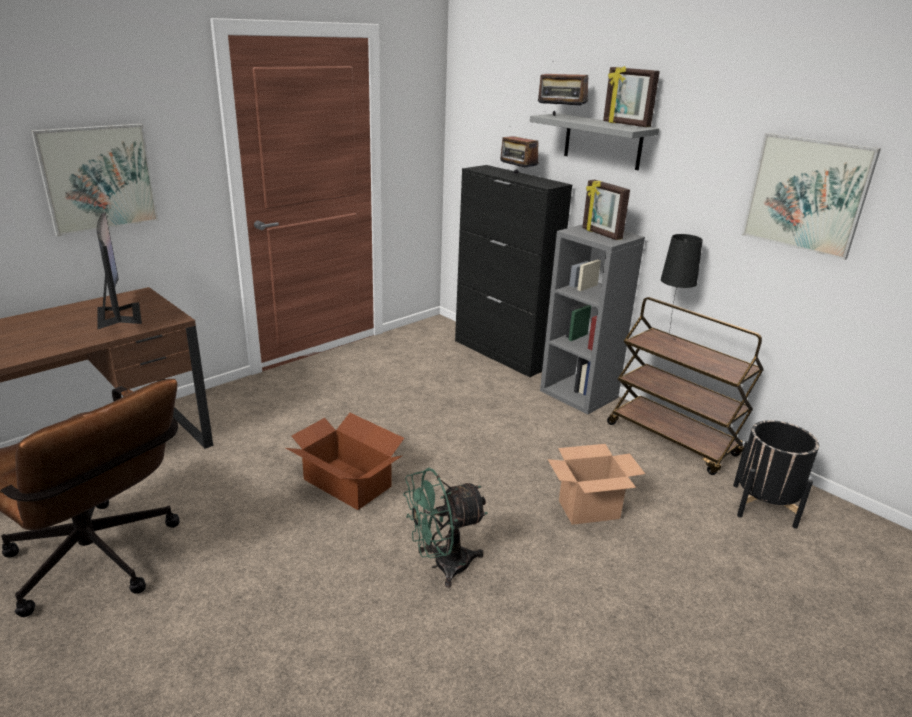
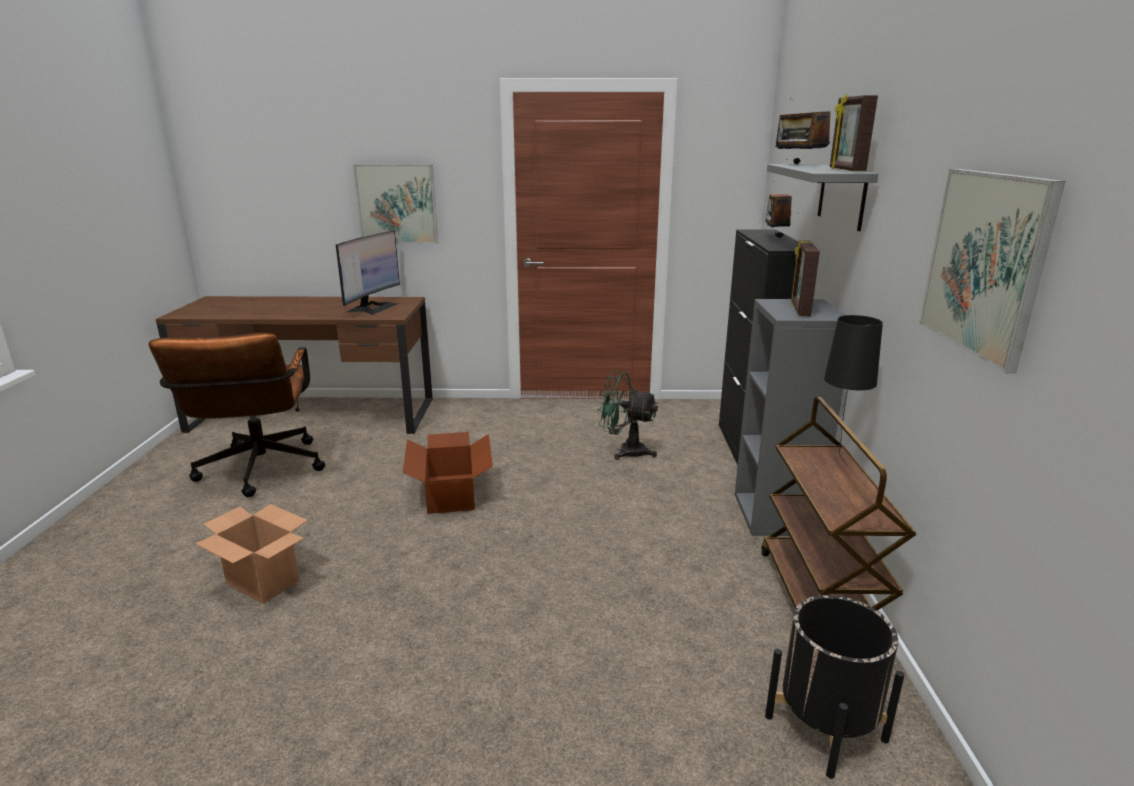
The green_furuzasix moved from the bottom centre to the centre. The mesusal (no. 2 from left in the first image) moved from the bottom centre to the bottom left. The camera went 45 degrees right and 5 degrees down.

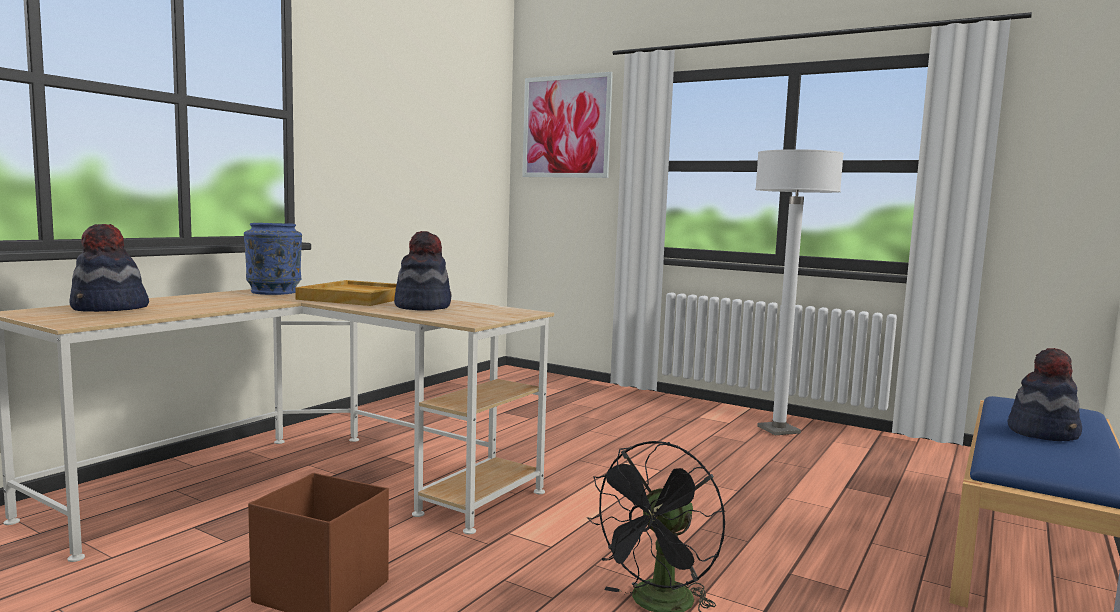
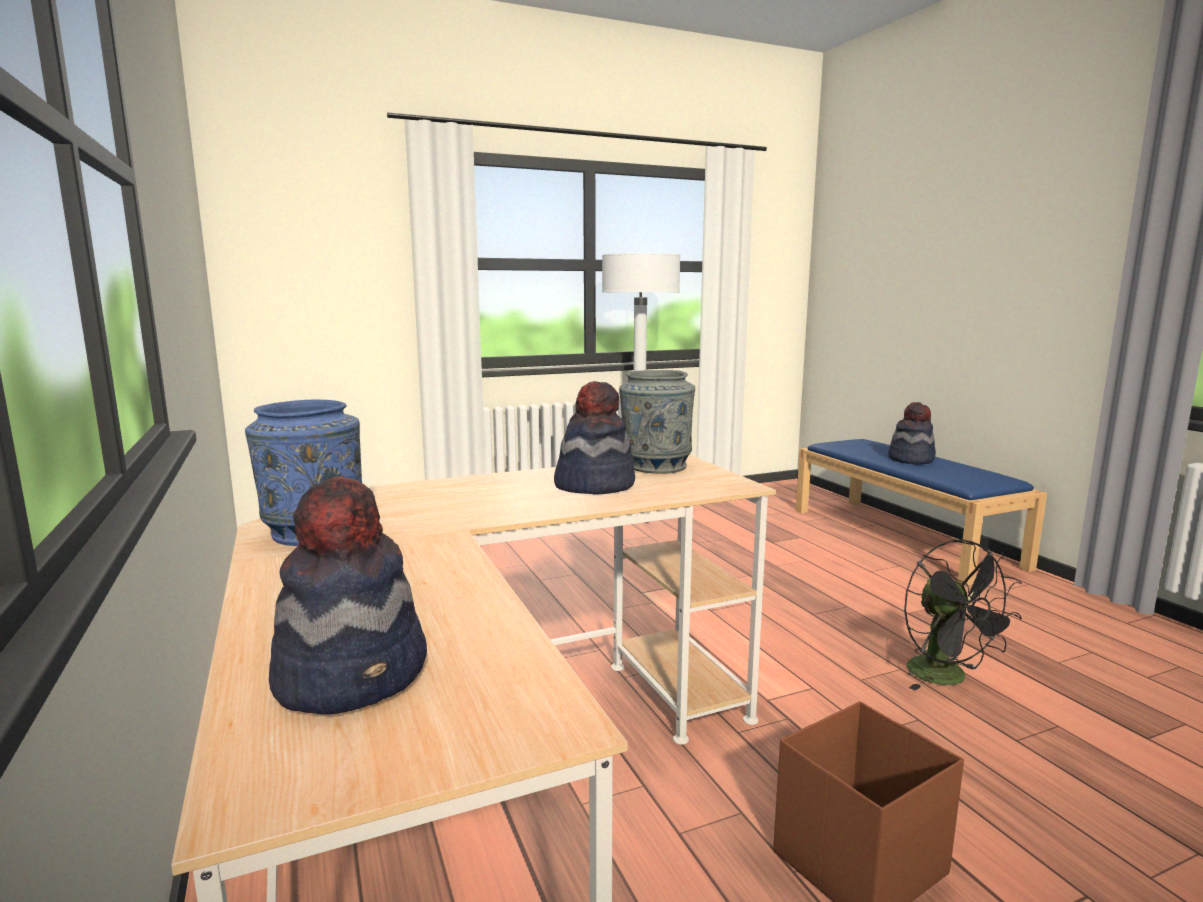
The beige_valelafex at the middle left disappeared. The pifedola at the top centre disappeared. The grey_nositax at the centre appeared. The camera went 55 degrees left and 5 degrees up.

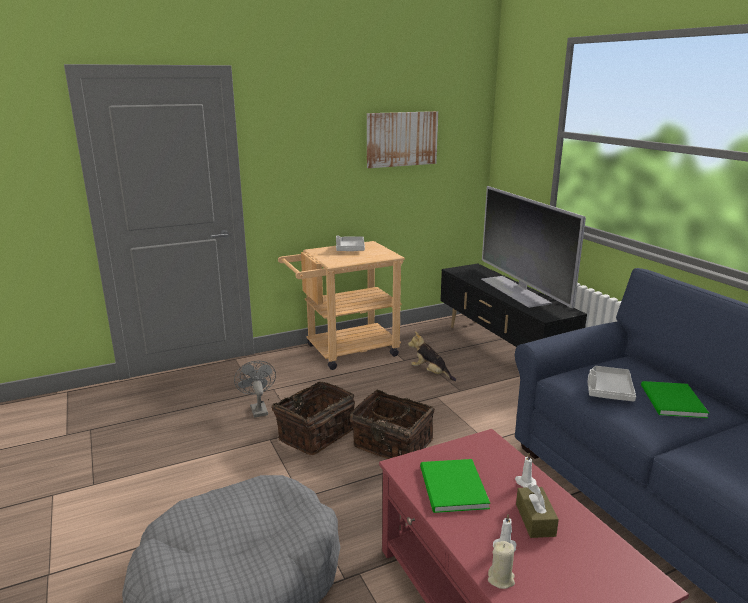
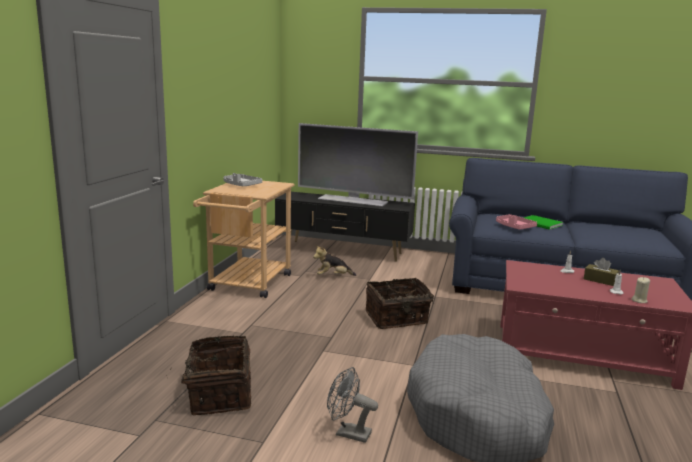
The grey_furuzasix moved from the centre to the bottom centre. The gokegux (no. 1 from left) moved from the bottom centre to the bottom left. The pifedola at the top centre disappeared. The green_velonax (no. 1 from left) at the bottom centre disappeared. The grey_valelafex (no. 2 from left) at the middle right became the pink_valelafex at the middle right. The camera went 50 degrees left and 5 degrees down.

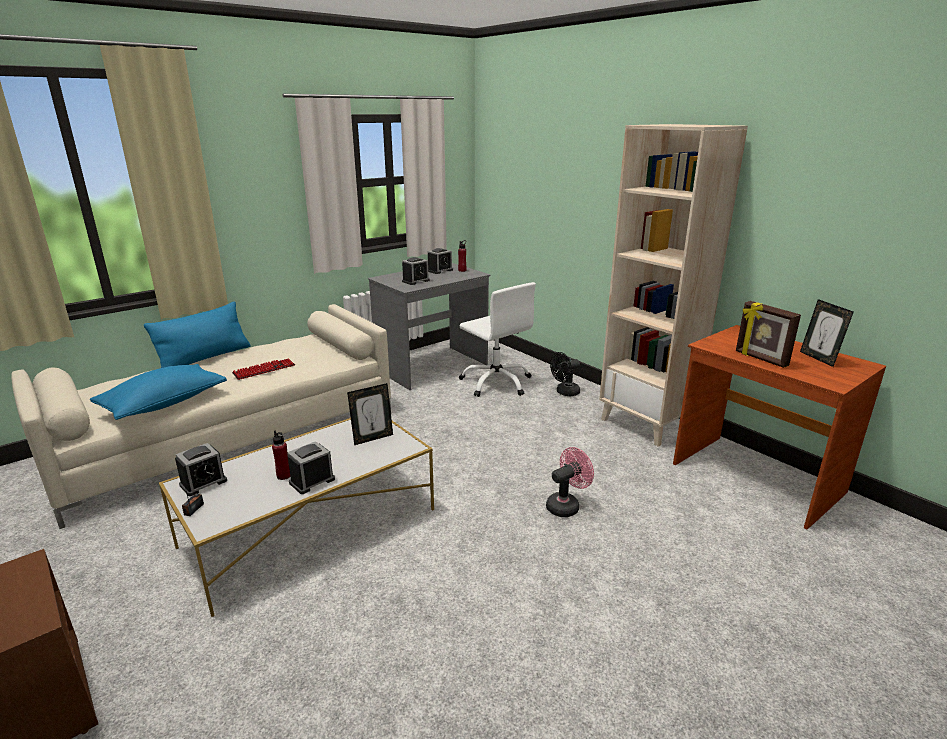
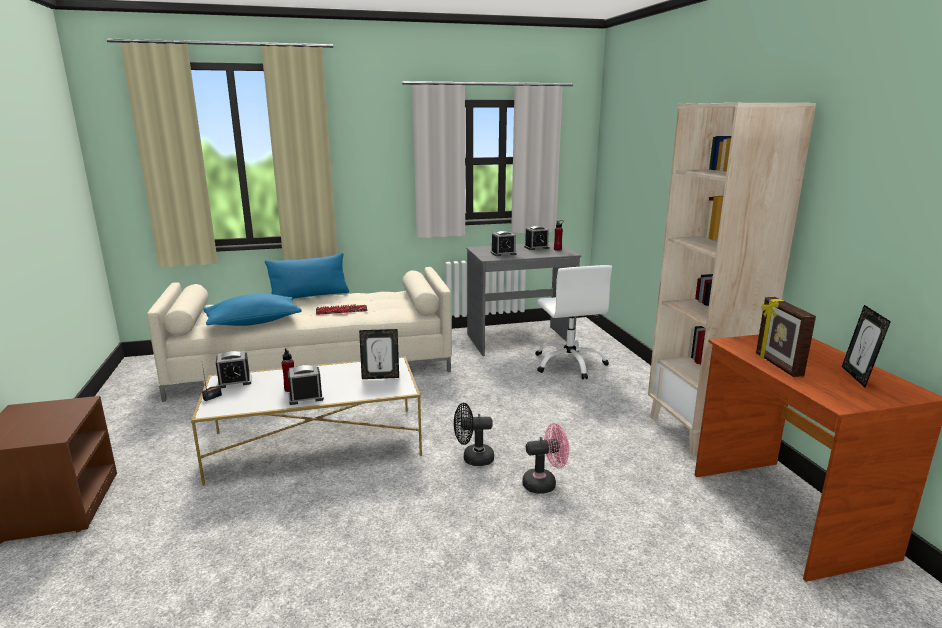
The black_furuzasix moved from the centre to the bottom centre. The camera went 25 degrees right and 5 degrees down.

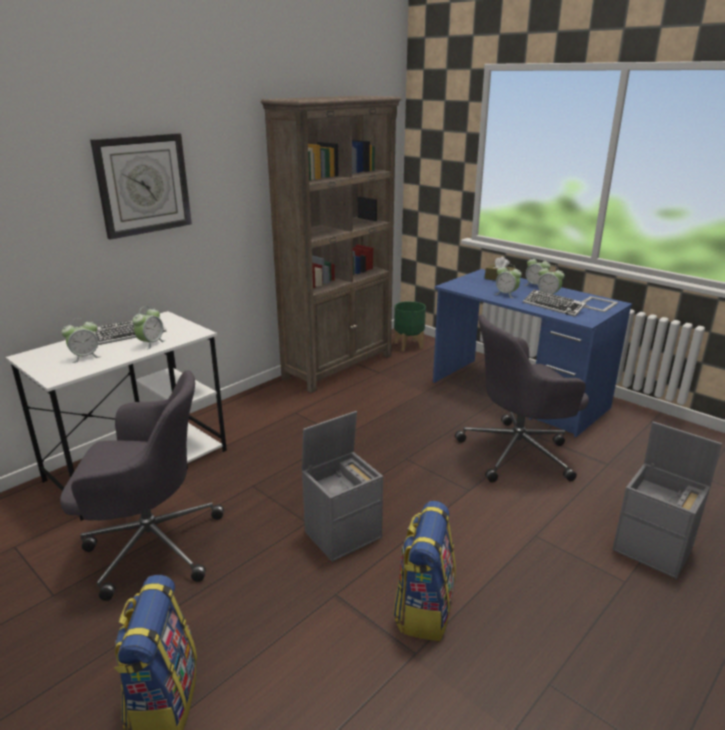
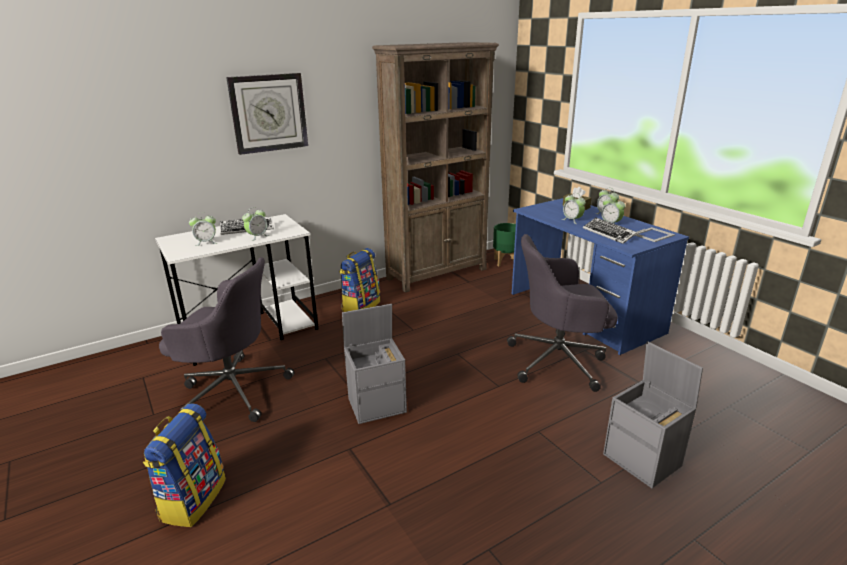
The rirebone (no. 2 from left) moved from the bottom centre to the centre. The camera went 15 degrees right and 0 degrees up.

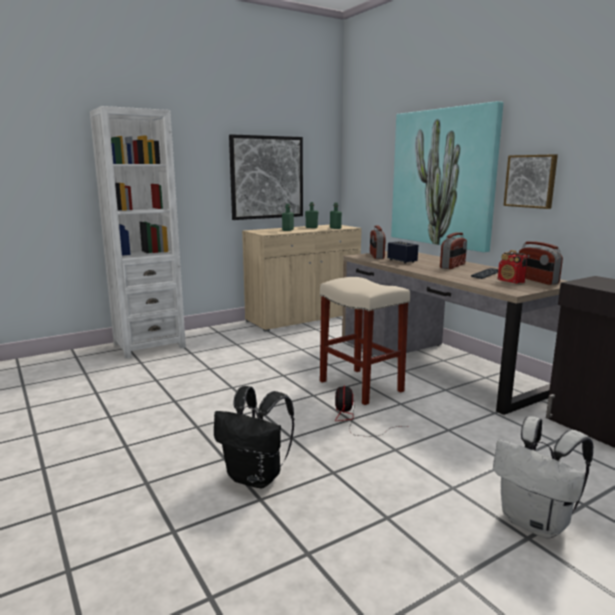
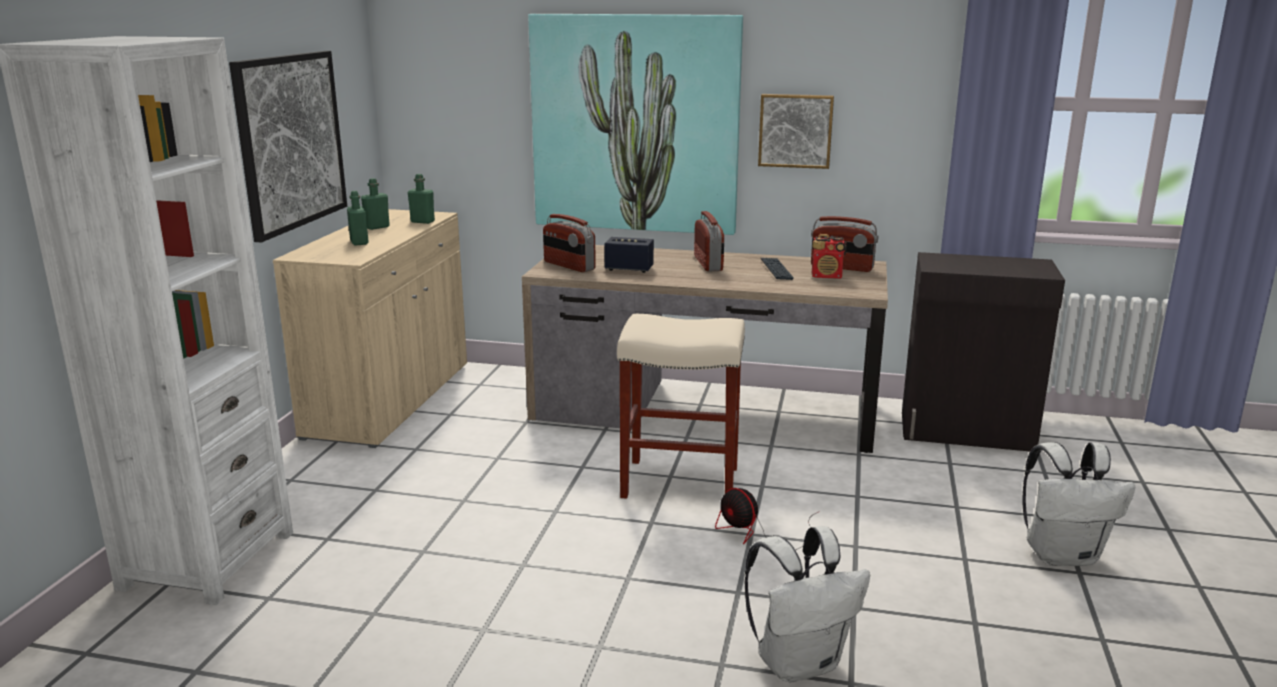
The black_rirebone at the bottom centre became the white_rirebone (no. 1 from left) at the bottom centre. The camera went 45 degrees left and 5 degrees up.

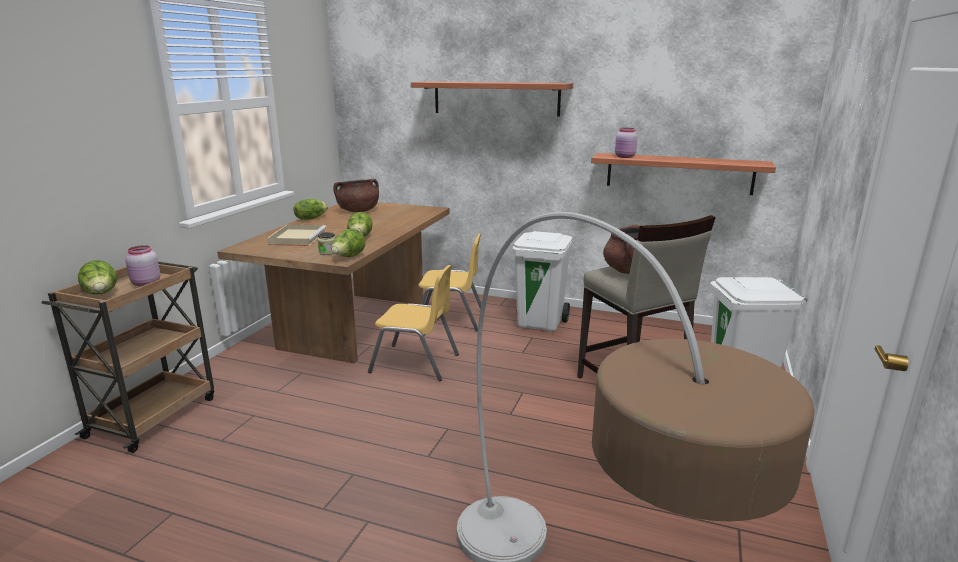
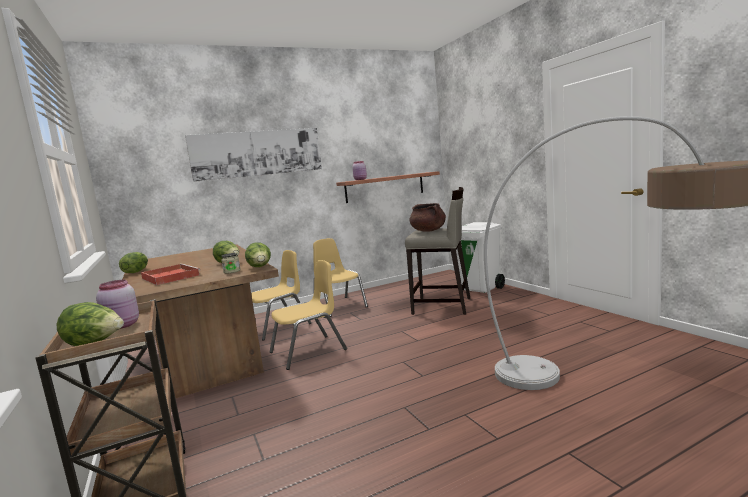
The beige_valelafex at the middle left became the red_valelafex at the middle left. The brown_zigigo (no. 1 from left) at the centre disappeared. The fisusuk (no. 1 from left) at the top centre was replaced by the pifedola at the top centre. The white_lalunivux (no. 1 from left) at the centre was replaced by the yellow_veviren (no. 3 from left) at the centre. The camera went 45 degrees left and 10 degrees down.

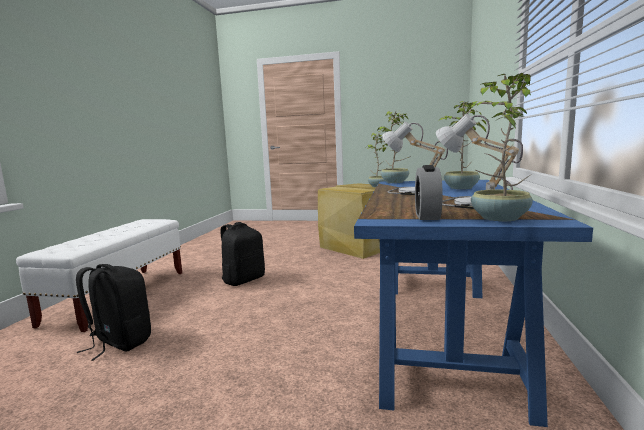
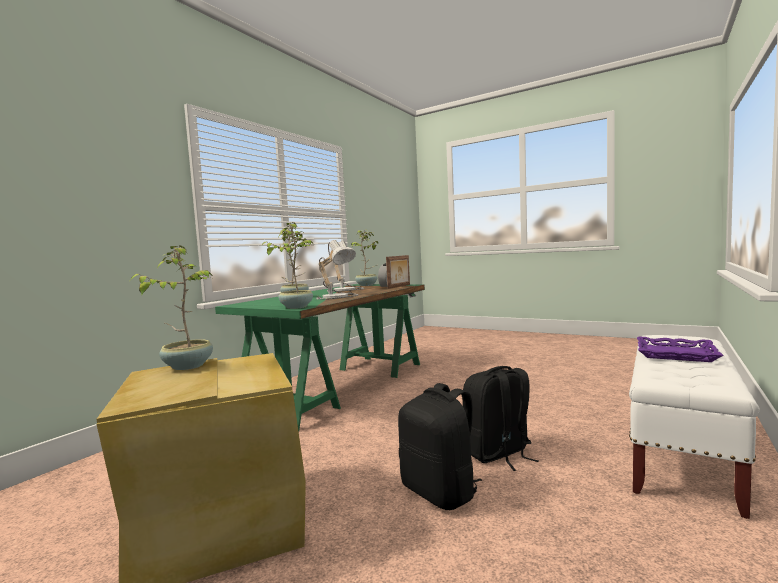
The black_rirebone (no. 1 from left) moved from the bottom left to the bottom centre. The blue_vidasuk at the bottom right became the green_vidasuk at the centre. The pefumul at the centre appeared. The purple_valelafex at the middle right appeared. The camera went 160 degrees left and 5 degrees down.

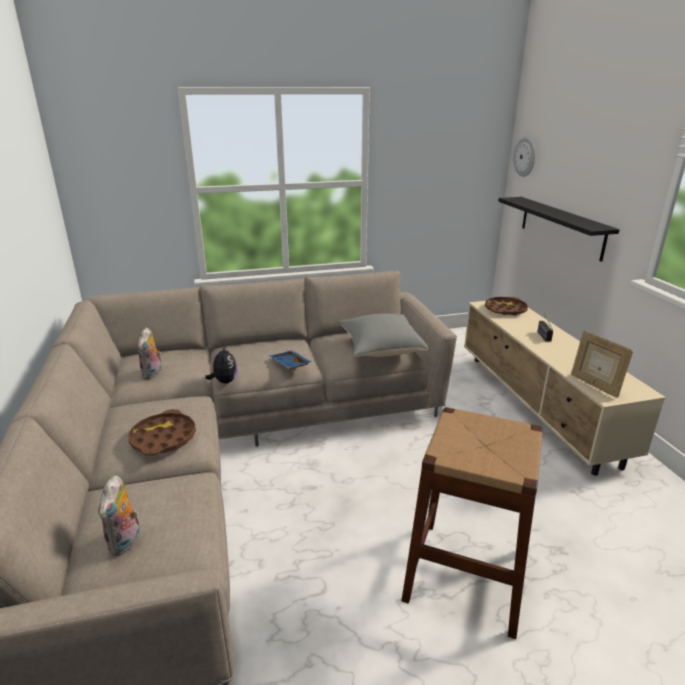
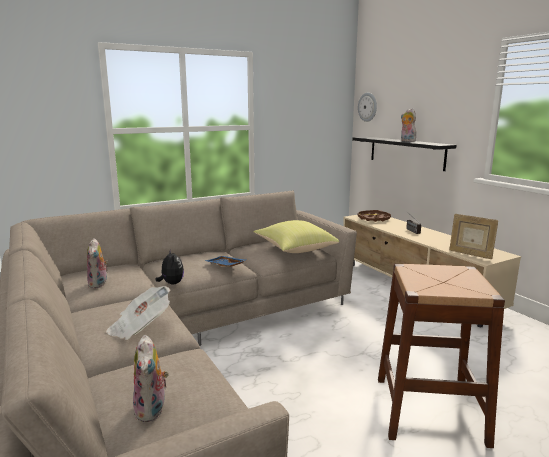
The brown_valelafex (no. 1 from left) at the middle left was replaced by the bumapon at the bottom left. The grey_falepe at the centre became the yellow_falepe at the centre. The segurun (no. 4 from left) at the top right appeared. The camera went 15 degrees left and 10 degrees down.

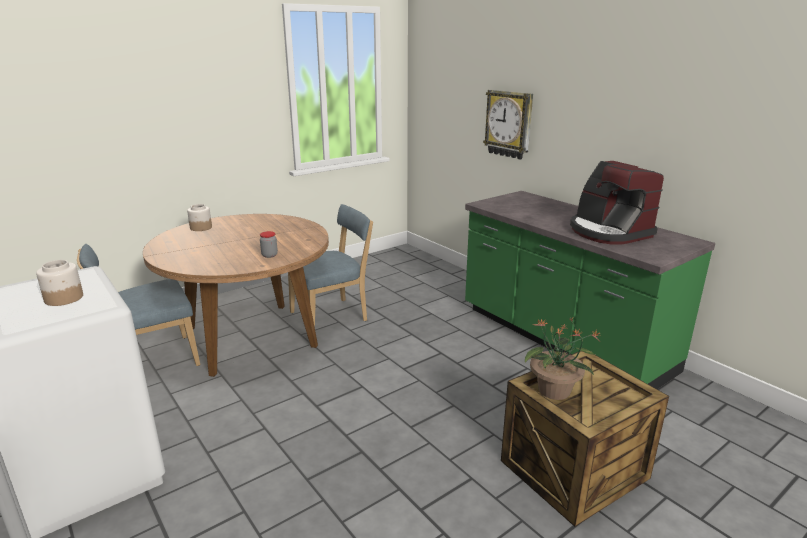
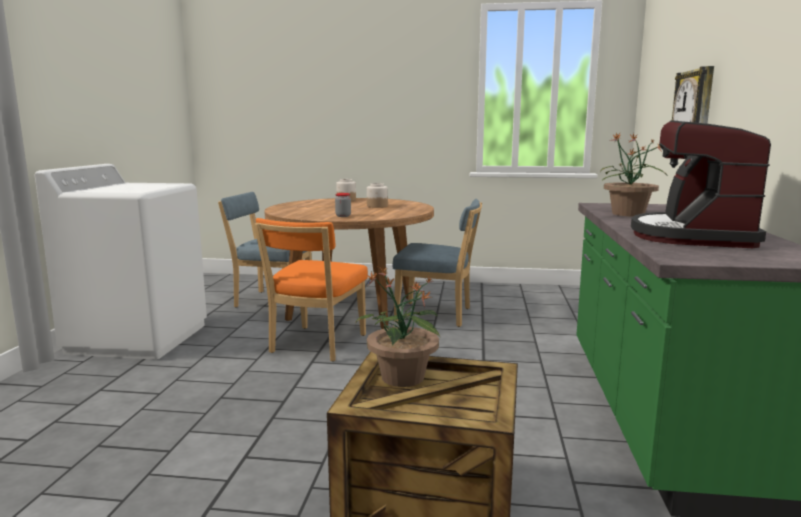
The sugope (no. 1 from left in the first image) moved from the middle left to the centre. The orange_veviren at the centre appeared. The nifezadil (no. 2 from left) at the middle right appeared. The camera went 45 degrees right and 10 degrees down.

